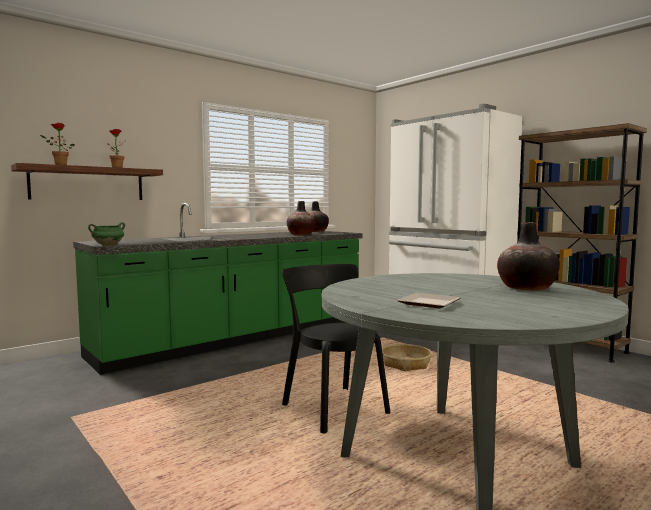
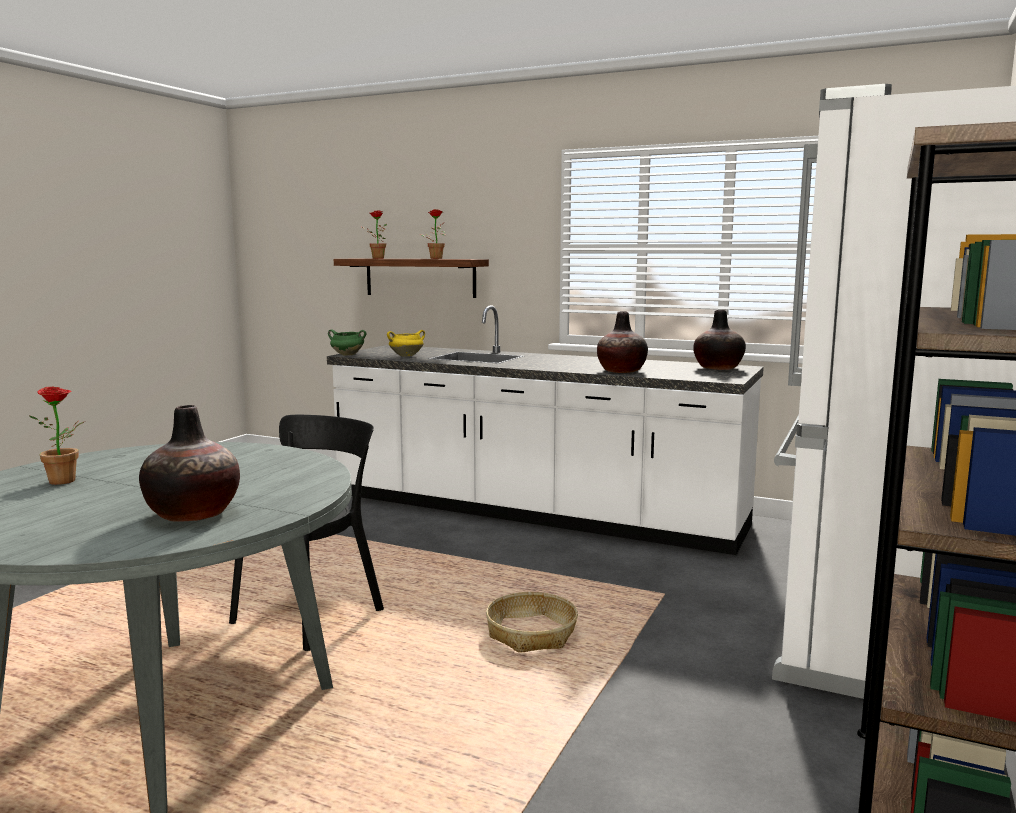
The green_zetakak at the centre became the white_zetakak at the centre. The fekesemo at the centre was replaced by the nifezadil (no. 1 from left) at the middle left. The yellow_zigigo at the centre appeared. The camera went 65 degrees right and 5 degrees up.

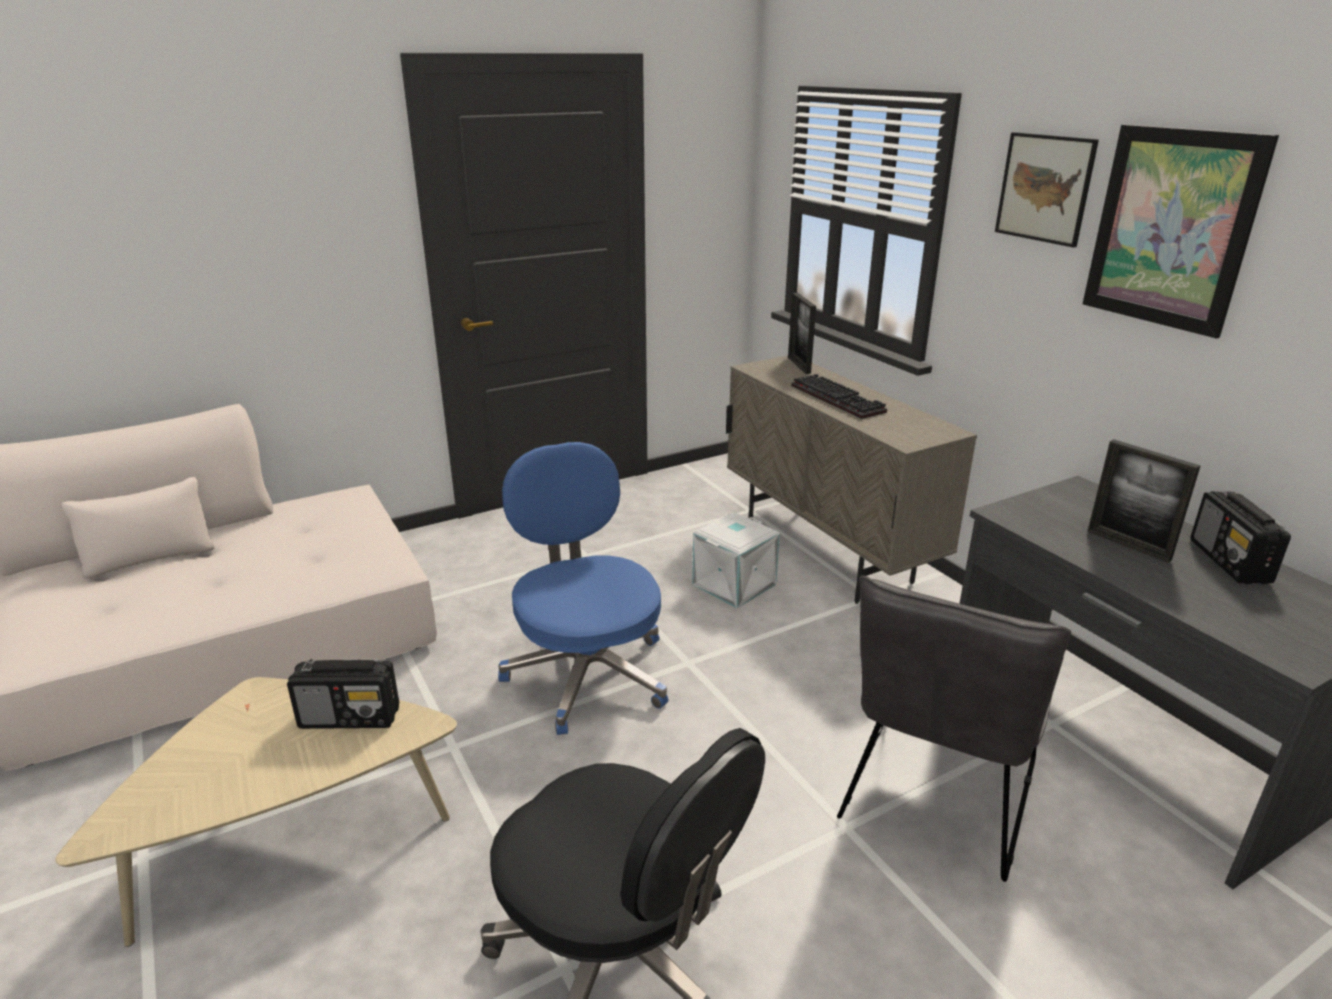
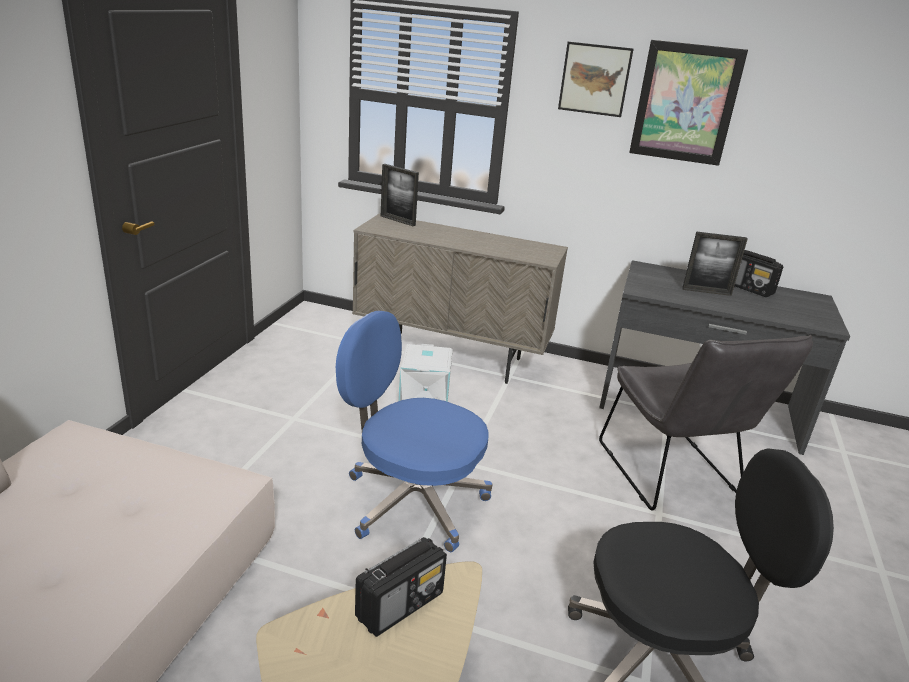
The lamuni at the centre disappeared. The camera went 45 degrees left and 0 degrees up.

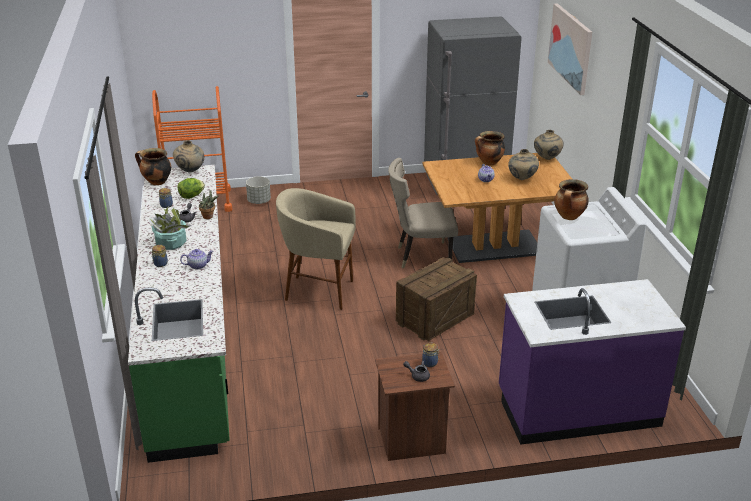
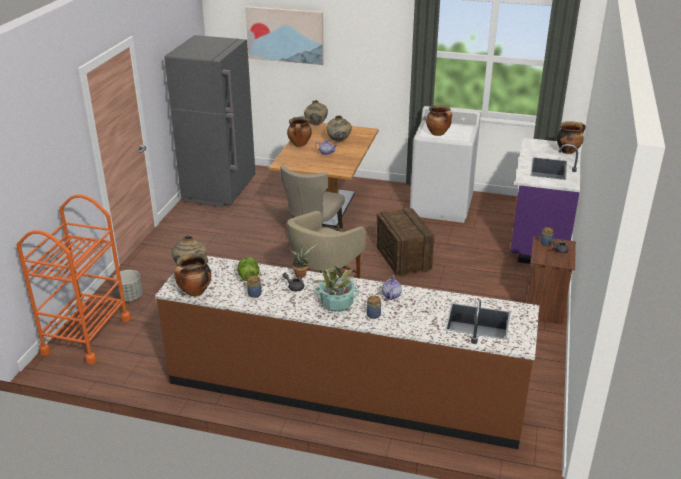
The green_zetakak at the middle left became the brown_zetakak at the bottom centre. The zigigo (no. 4 from left) at the top right appeared. The camera went 65 degrees left and 0 degrees up.

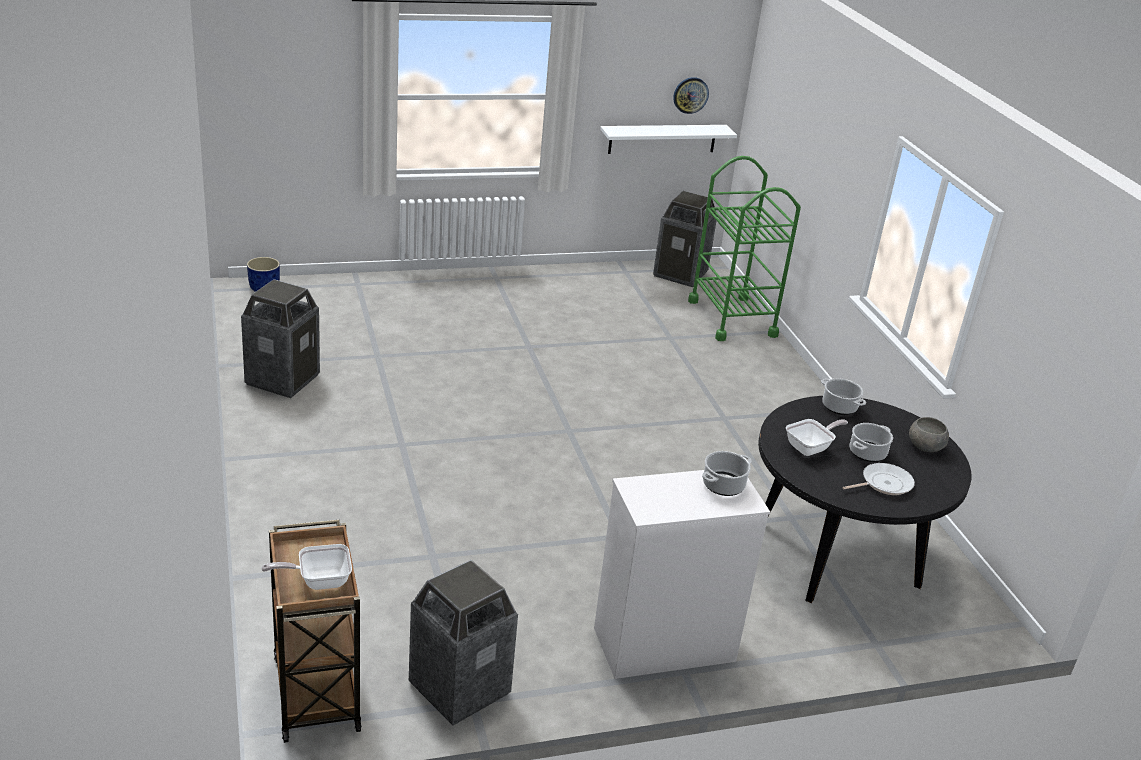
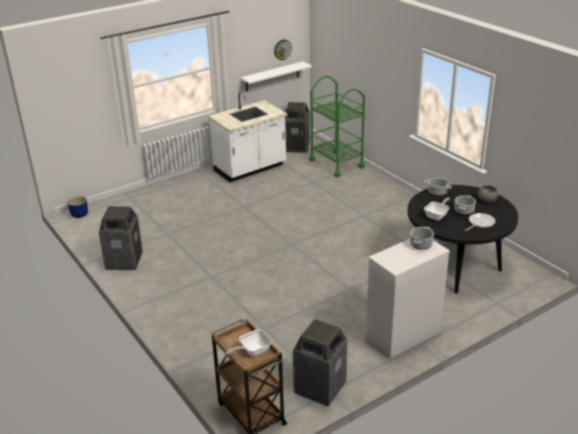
The white_zetakak at the top centre appeared. The camera went 15 degrees left and 0 degrees up.

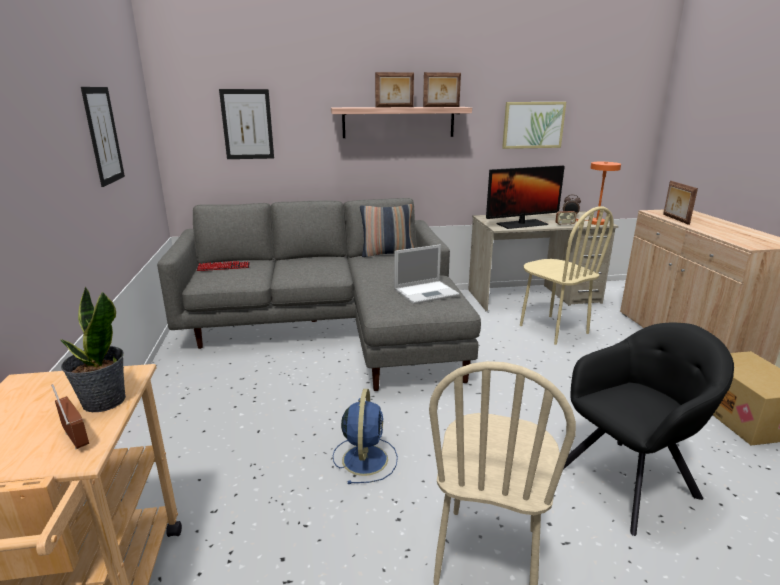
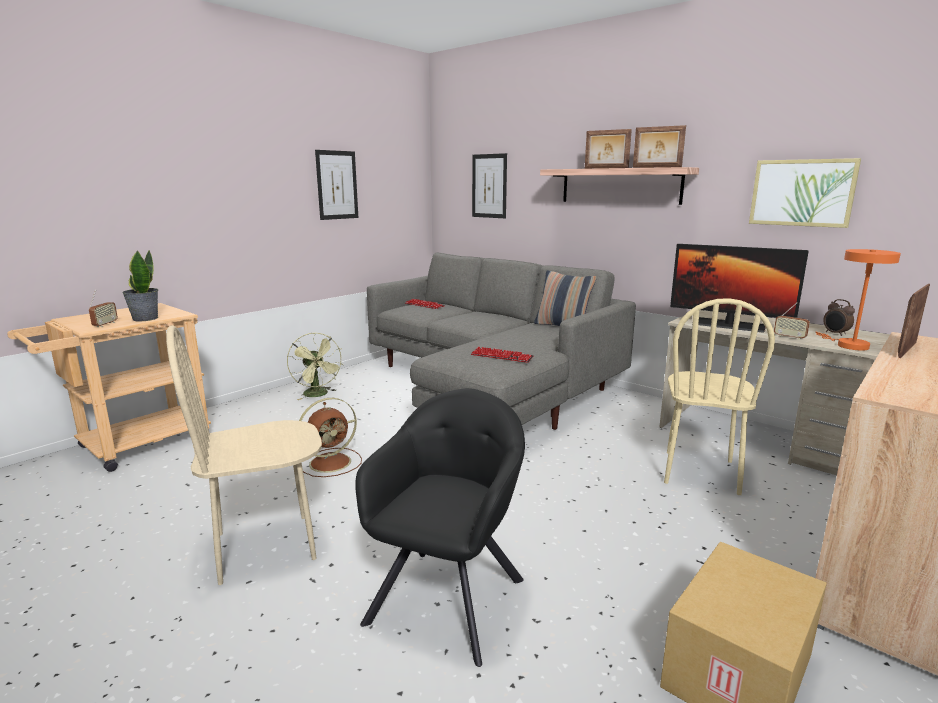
The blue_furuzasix at the bottom centre became the brown_furuzasix at the centre. The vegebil at the centre was replaced by the lamuni (no. 2 from left) at the centre. The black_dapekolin at the bottom right turned 90 degrees counterclockwise. The green_furuzasix at the centre appeared. The camera went 50 degrees right and 5 degrees down.

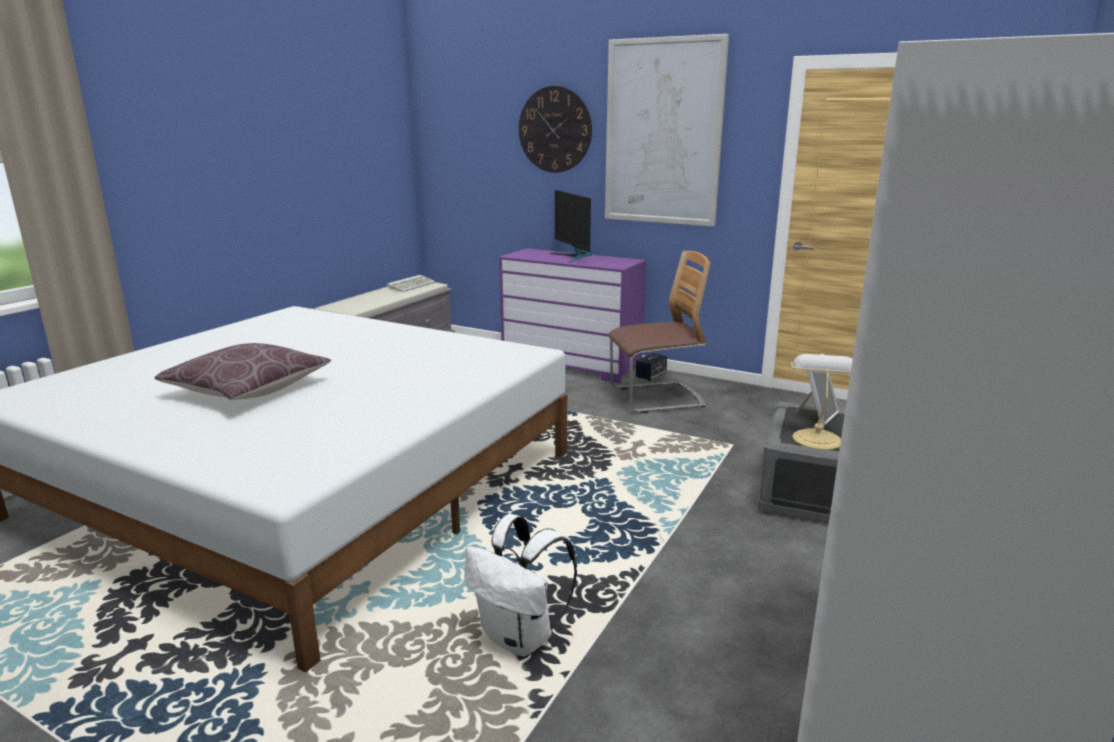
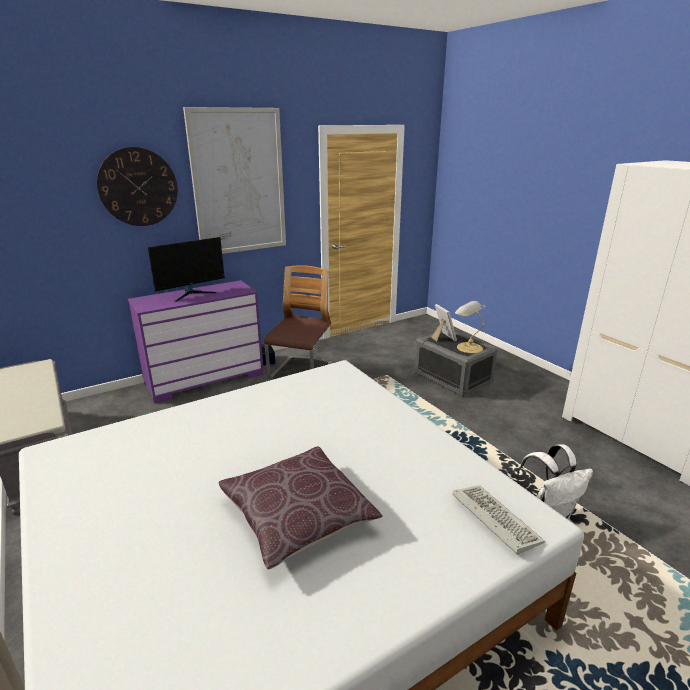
The lamuni moved from the centre to the bottom right. The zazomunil at the top centre turned 45 degrees counterclockwise. The camera went 60 degrees left and 5 degrees up.

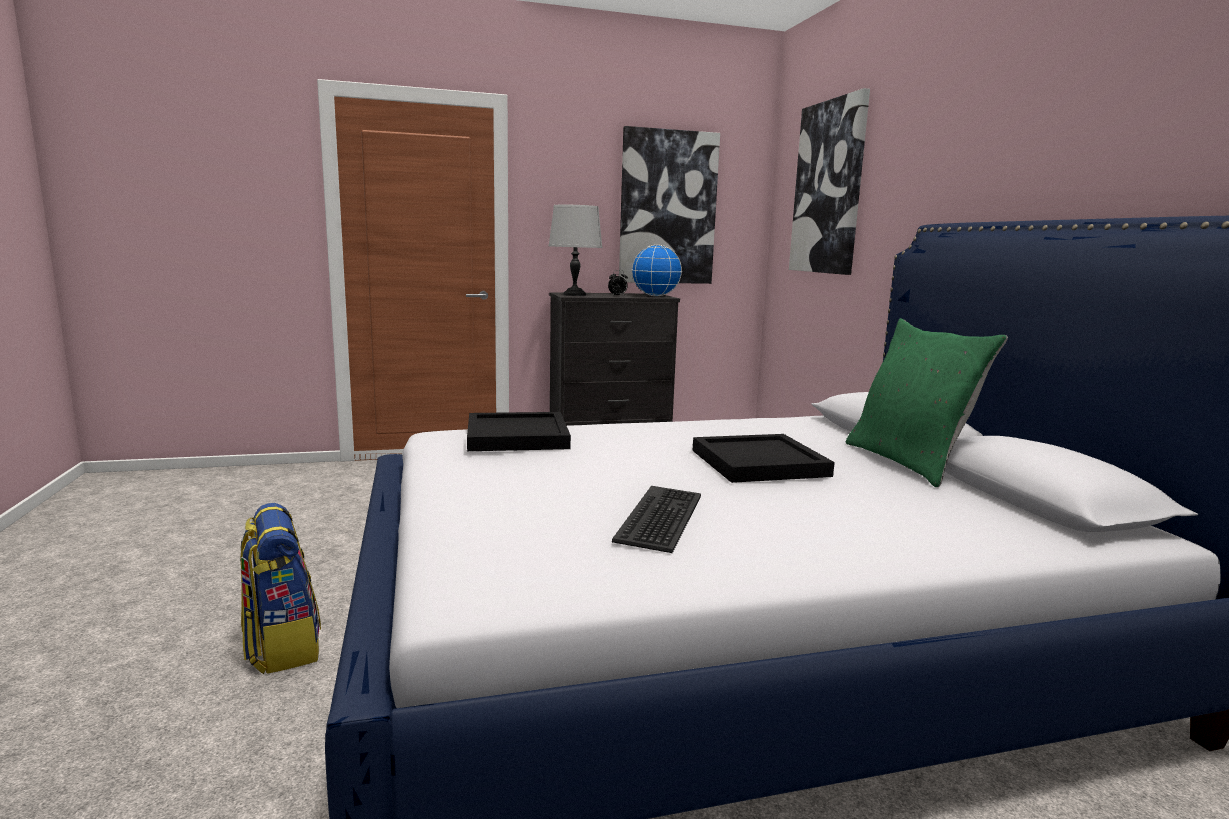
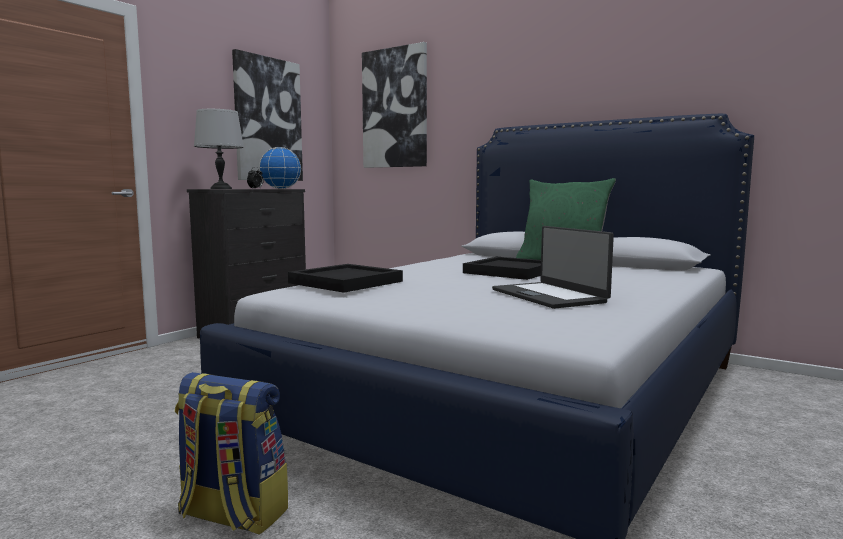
The lamuni at the centre was replaced by the vegebil at the centre. The camera went 40 degrees left and 5 degrees down.

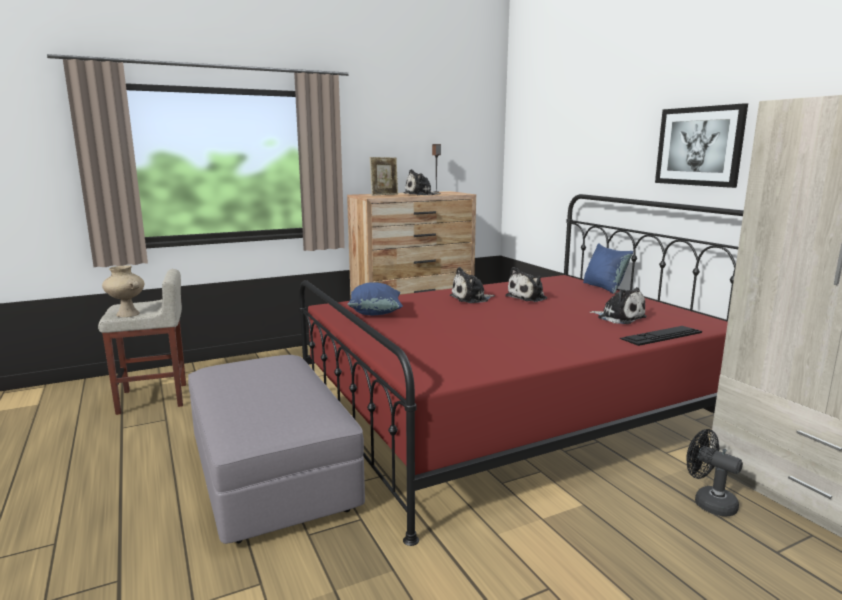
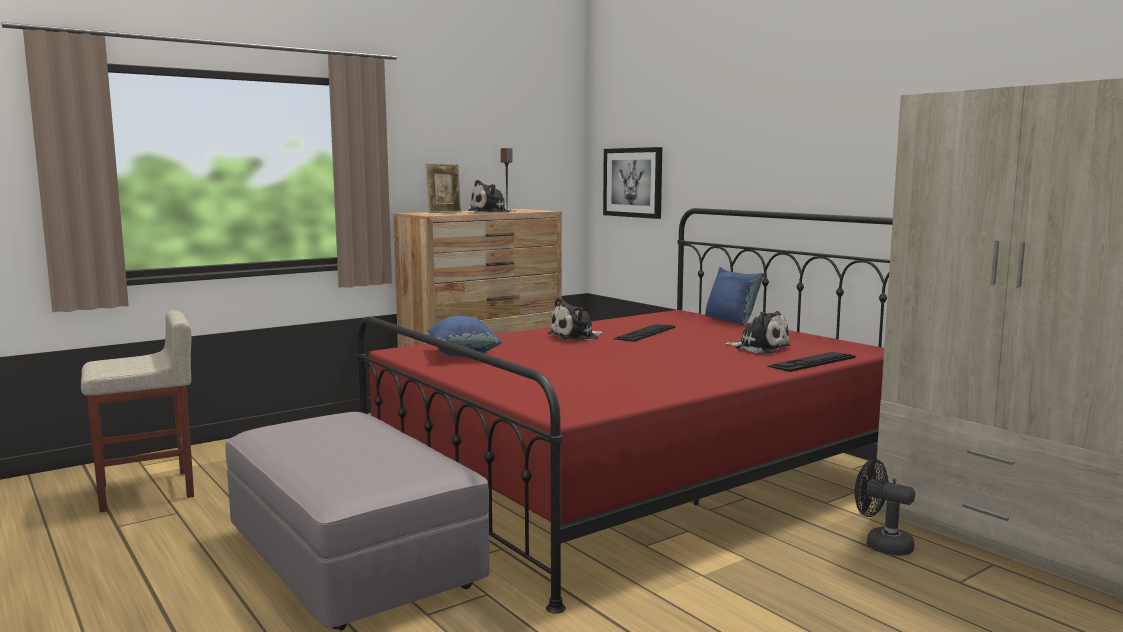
The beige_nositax at the middle left disappeared. The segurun (no. 3 from left) at the centre was replaced by the lamuni (no. 1 from left) at the centre. The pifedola moved from the top right to the top centre. The camera went 10 degrees left and 5 degrees down.

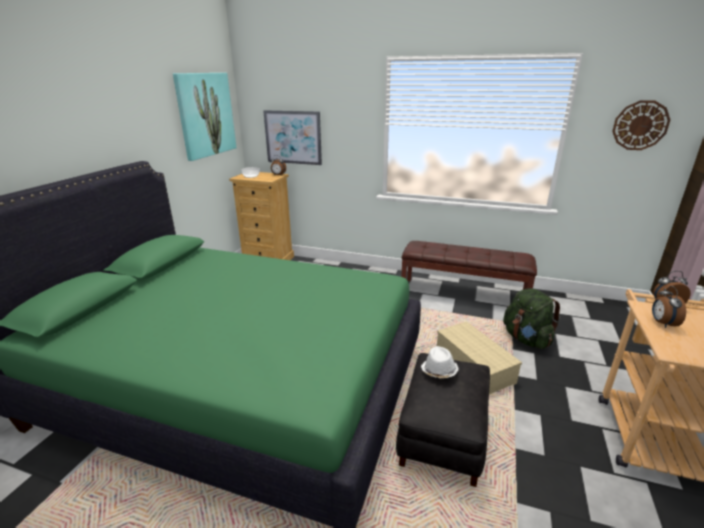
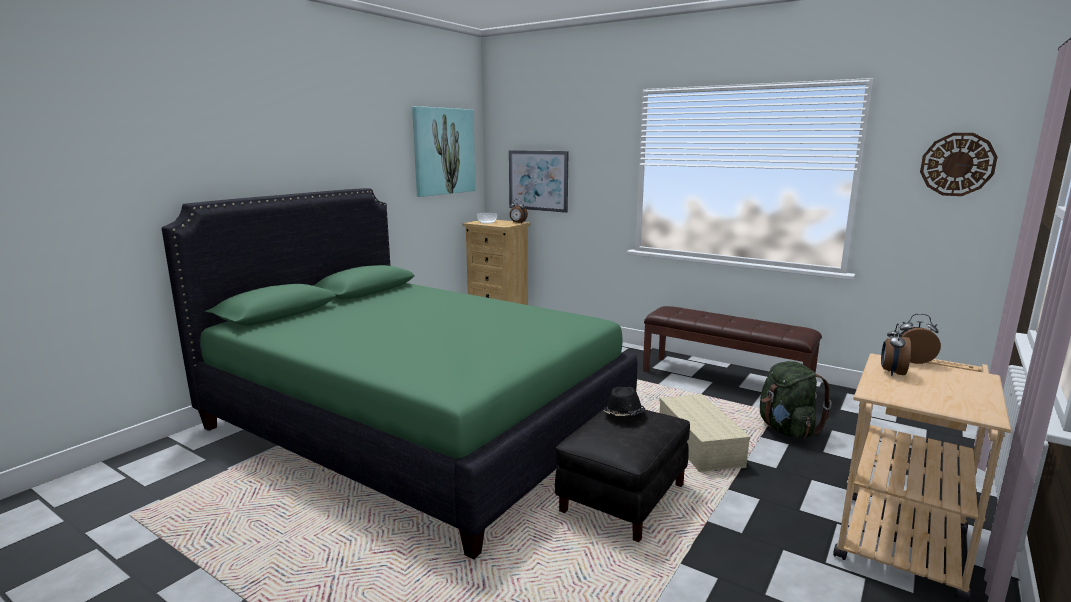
The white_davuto at the bottom centre became the black_davuto at the centre. The camera went 15 degrees right and 10 degrees down.

